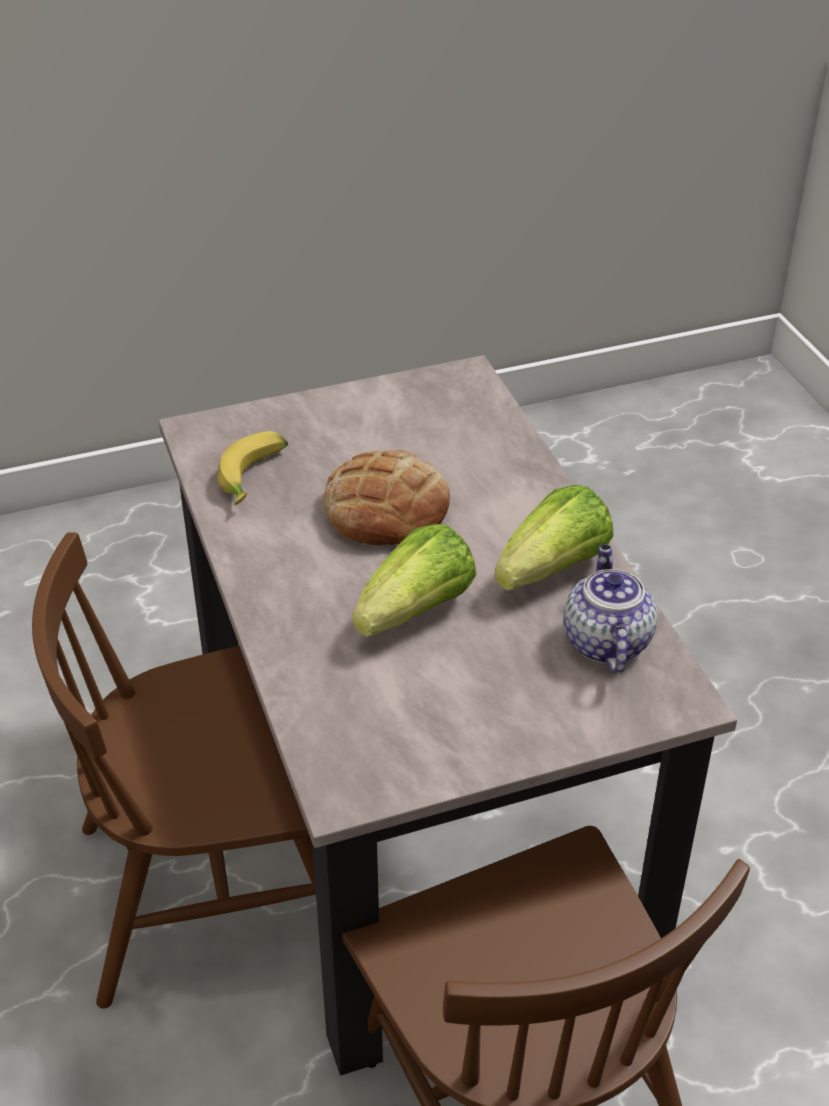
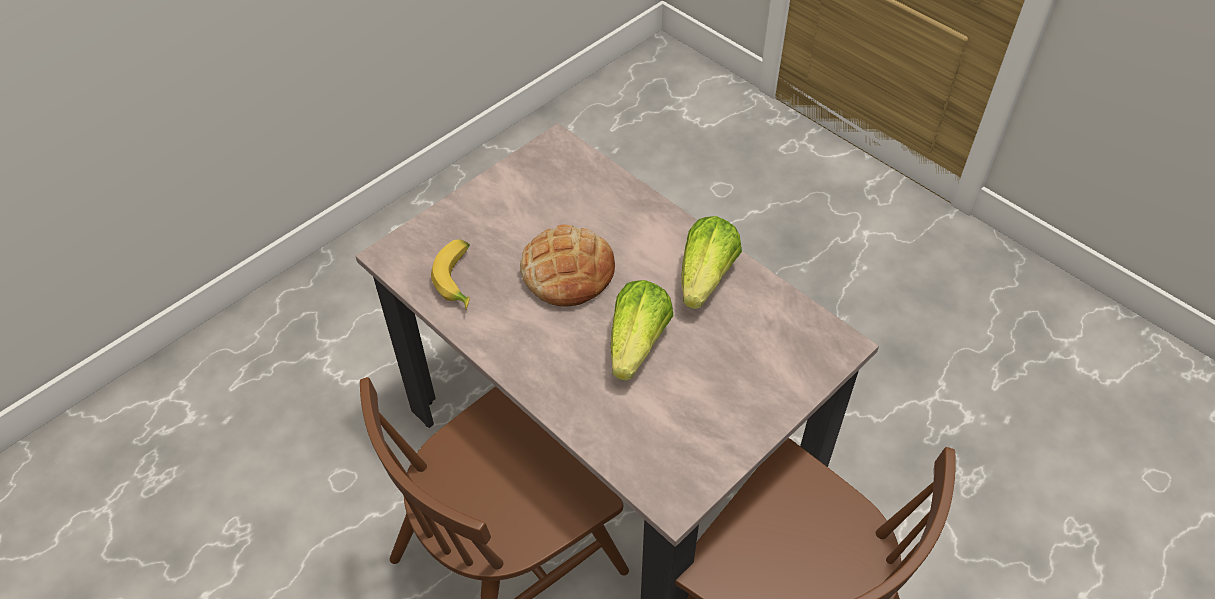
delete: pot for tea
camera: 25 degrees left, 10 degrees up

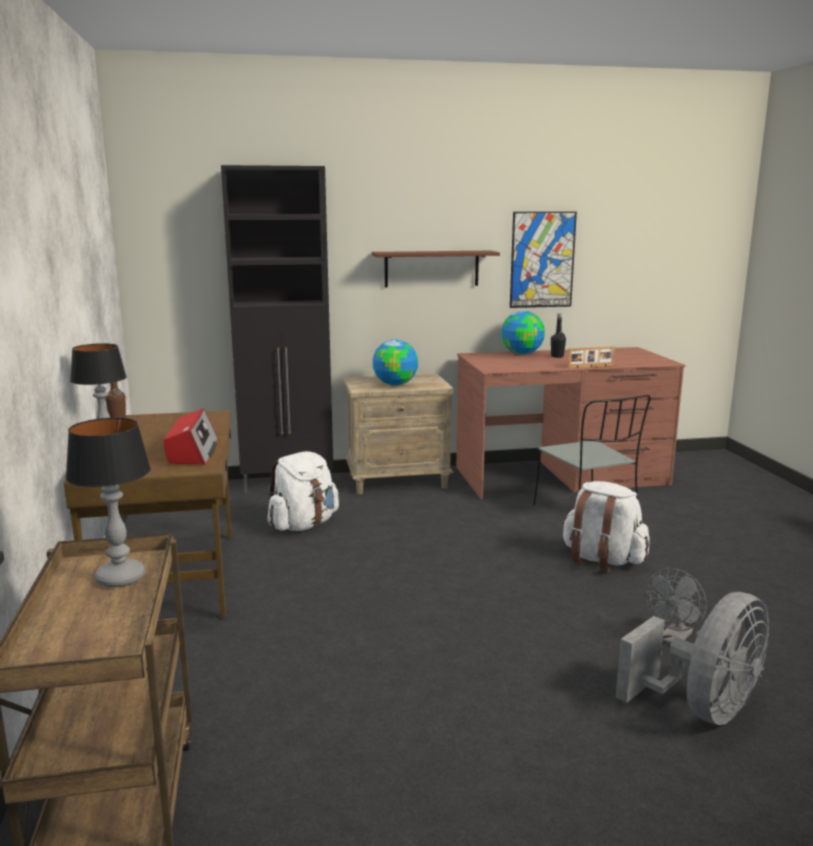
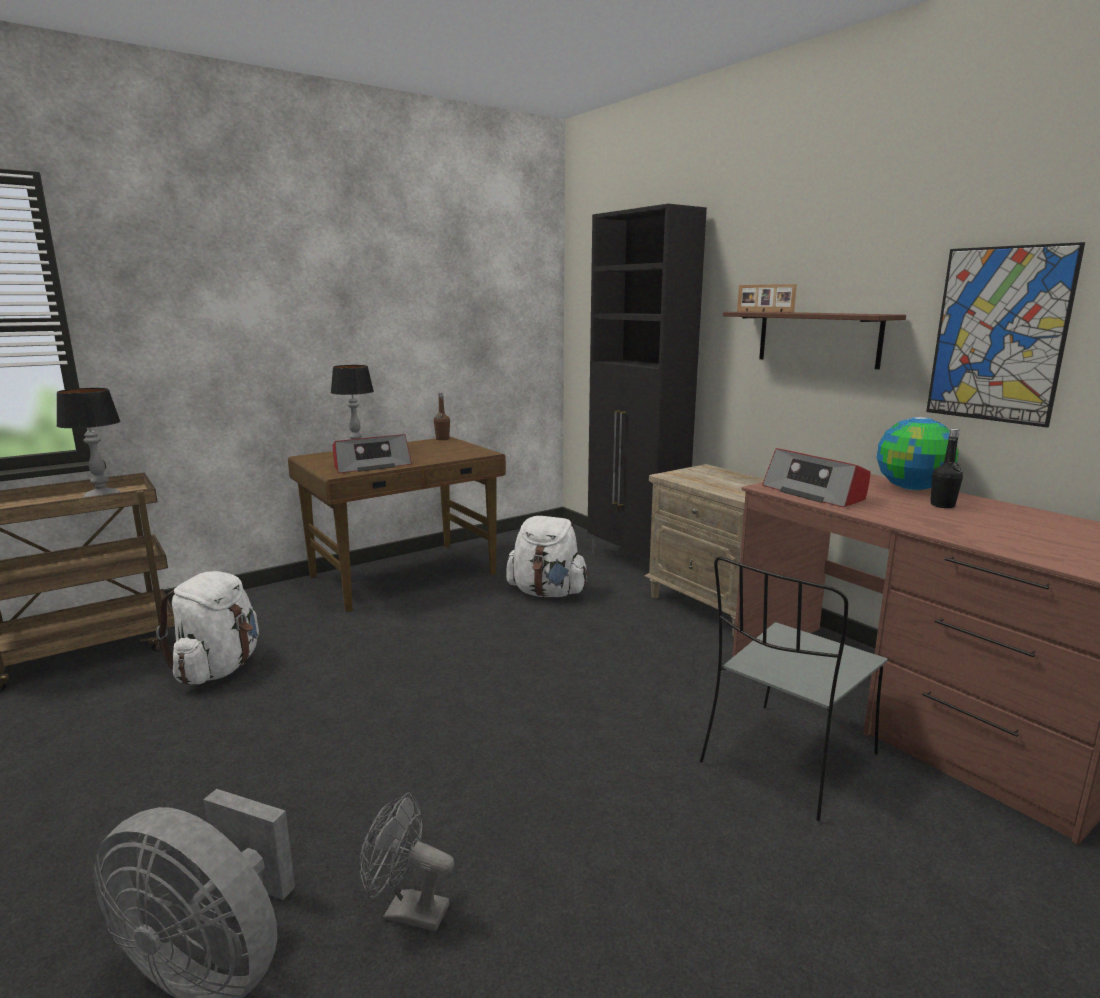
delete: desk globe (1st from left)
insert: radio receiver (2nd from left)
move: knapsack in whitish (2nd from left in the first image) to knapsack in whitish (1st from left); photo frame
camera: 65 degrees right, 0 degrees up

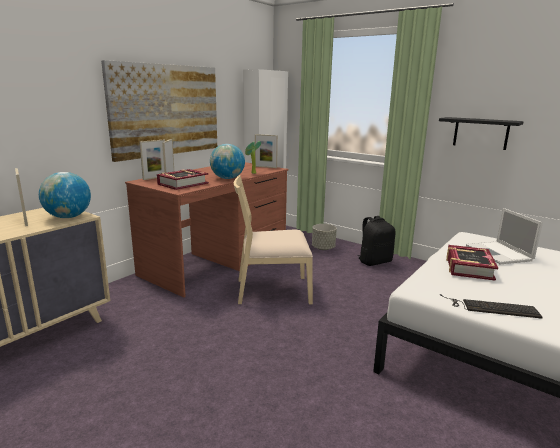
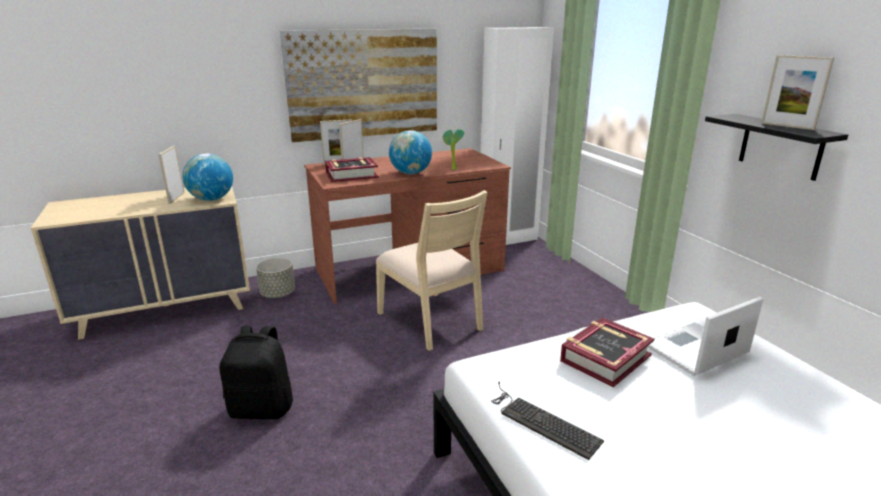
move: photo frame (4th from left); plant pot in grey; knapsack in black
rotate: chair in beige-coloured 150 degrees counterclockwise; notebook computer 45 degrees clockwise
camera: 30 degrees right, 5 degrees up

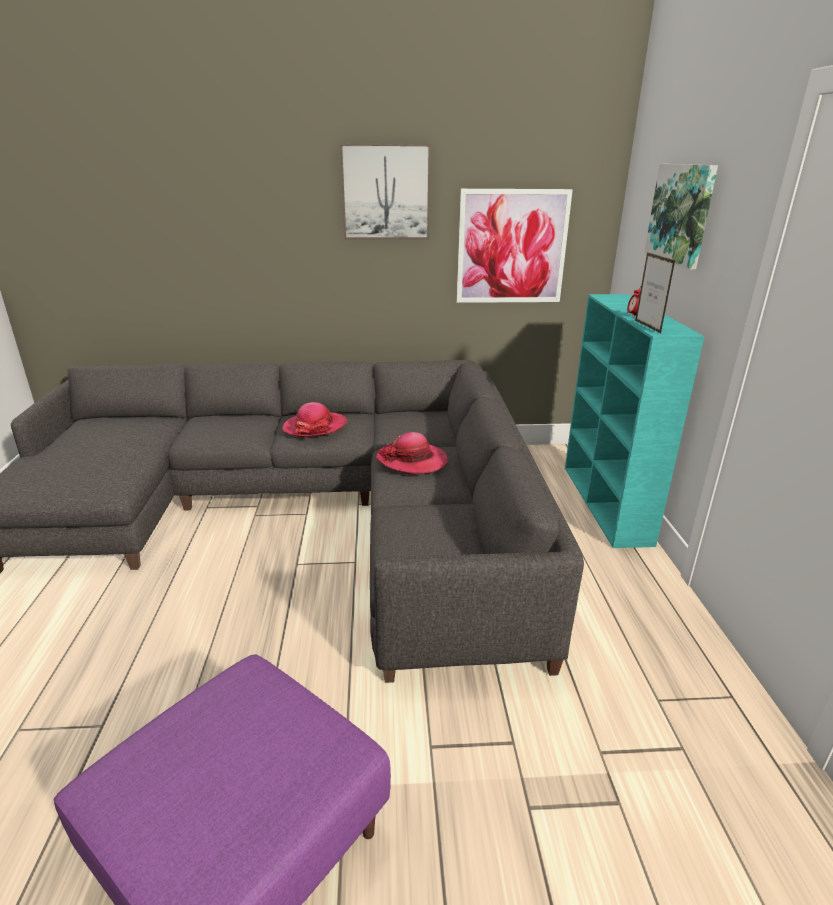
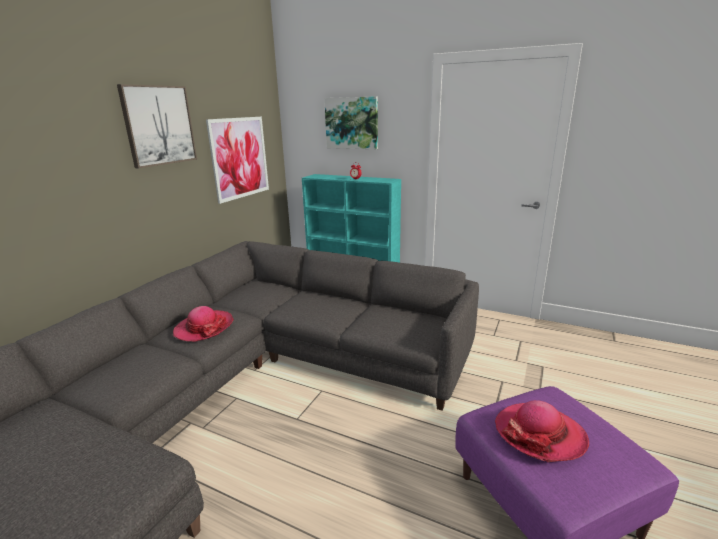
delete: photo frame
move: hat (2nd from left)
camera: 60 degrees left, 5 degrees down

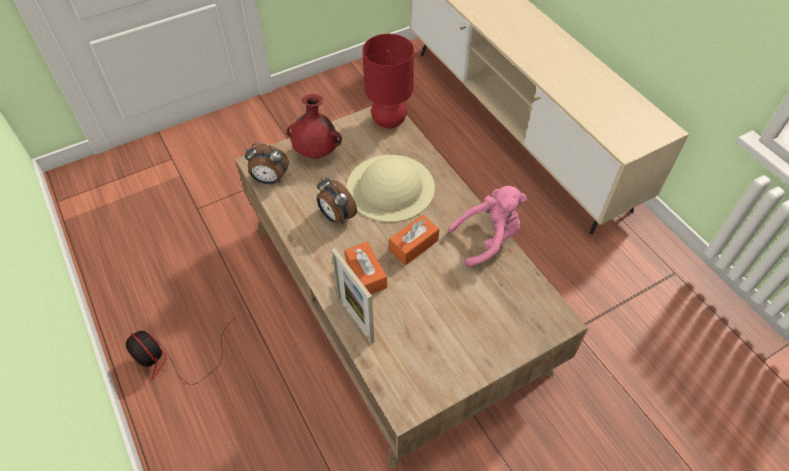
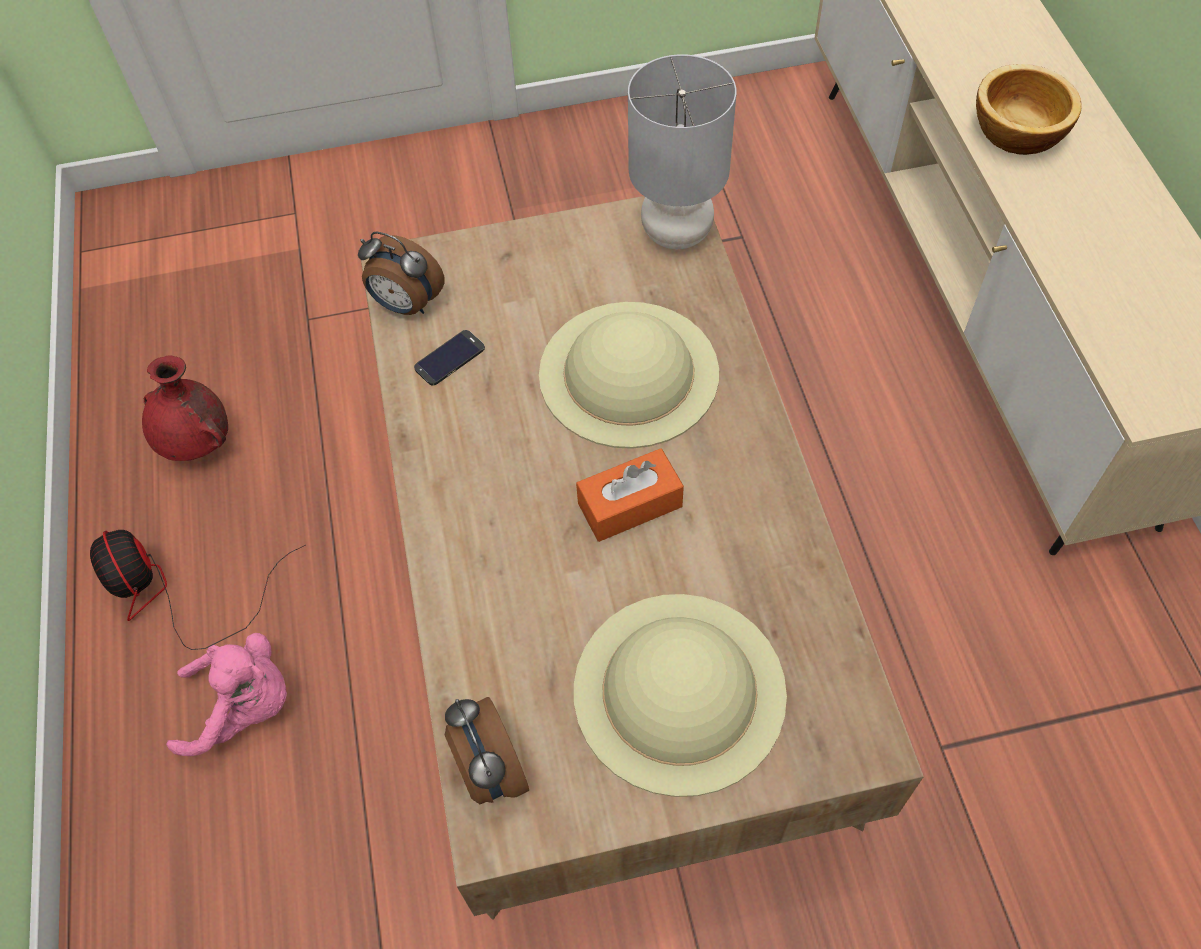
delete: photo frame; tissue box in orange-coloured (1st from left)
insert: handset; hat in beige-coloured (2nd from left); deep dish
move: vase in red; alarm clock (2nd from left); soft toy in pink-coloured
recolor: table lamp in red to table lamp in grey
camera: 20 degrees right, 5 degrees up

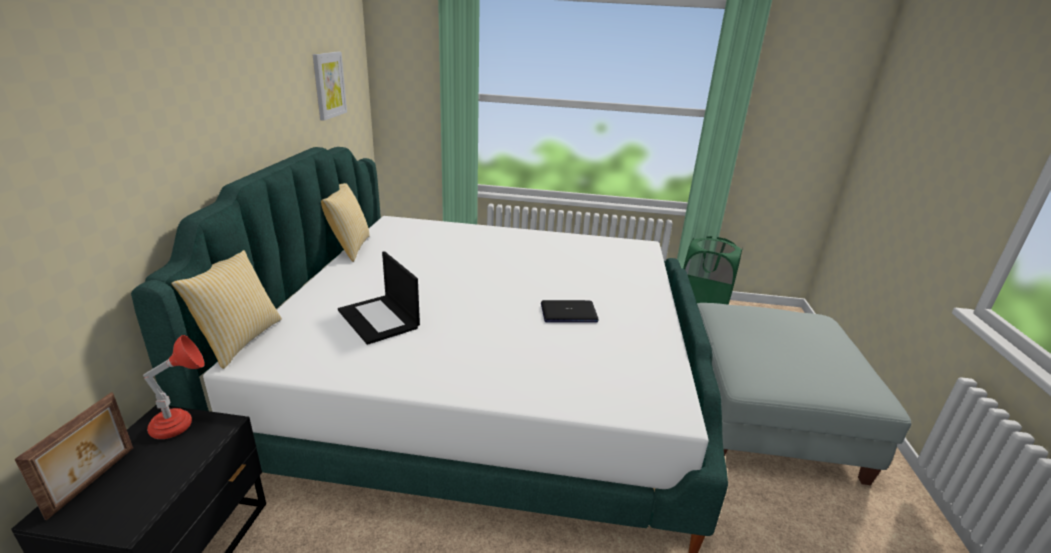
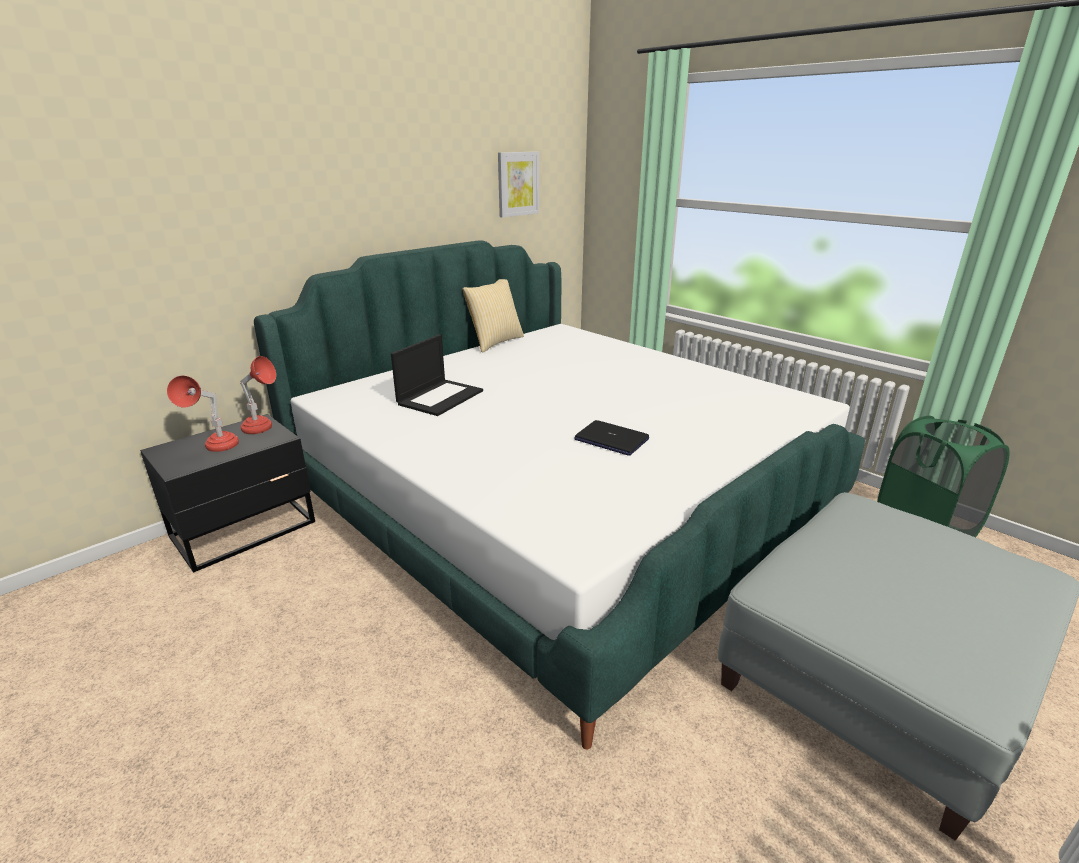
delete: photo frame; pillow (1st from left)
insert: table lamp in red (1st from left)
rotate: notebook computer (1st from left) 150 degrees counterclockwise
camera: 40 degrees right, 0 degrees up

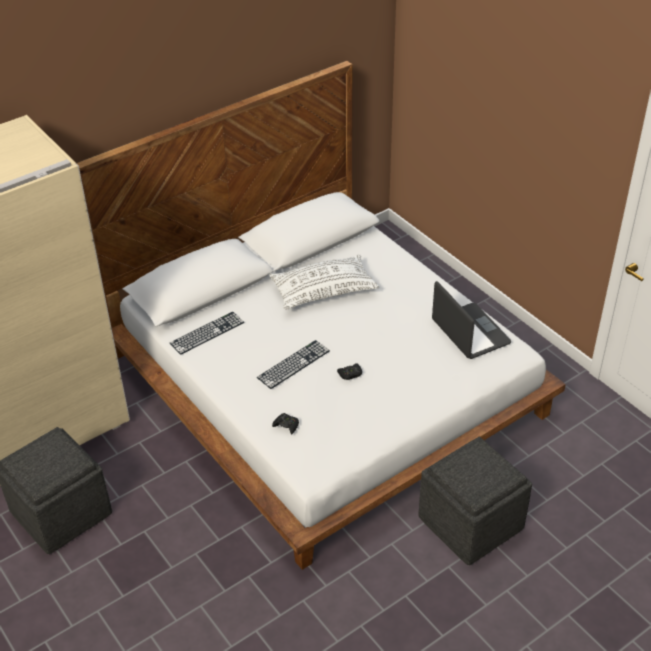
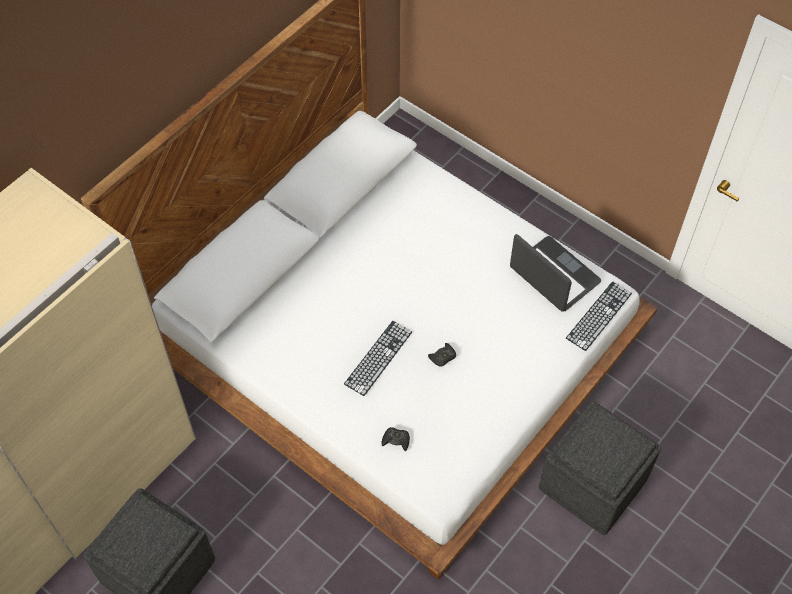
delete: pillow in whitish
move: PC keyboard (1st from left in the first image) to PC keyboard (2nd from left)
camera: 15 degrees left, 15 degrees up

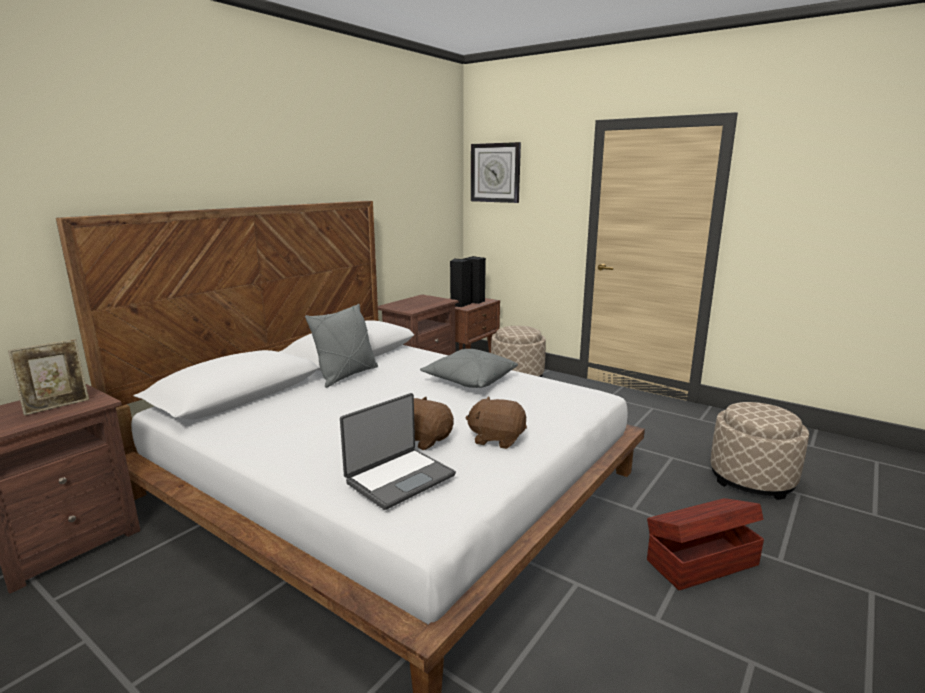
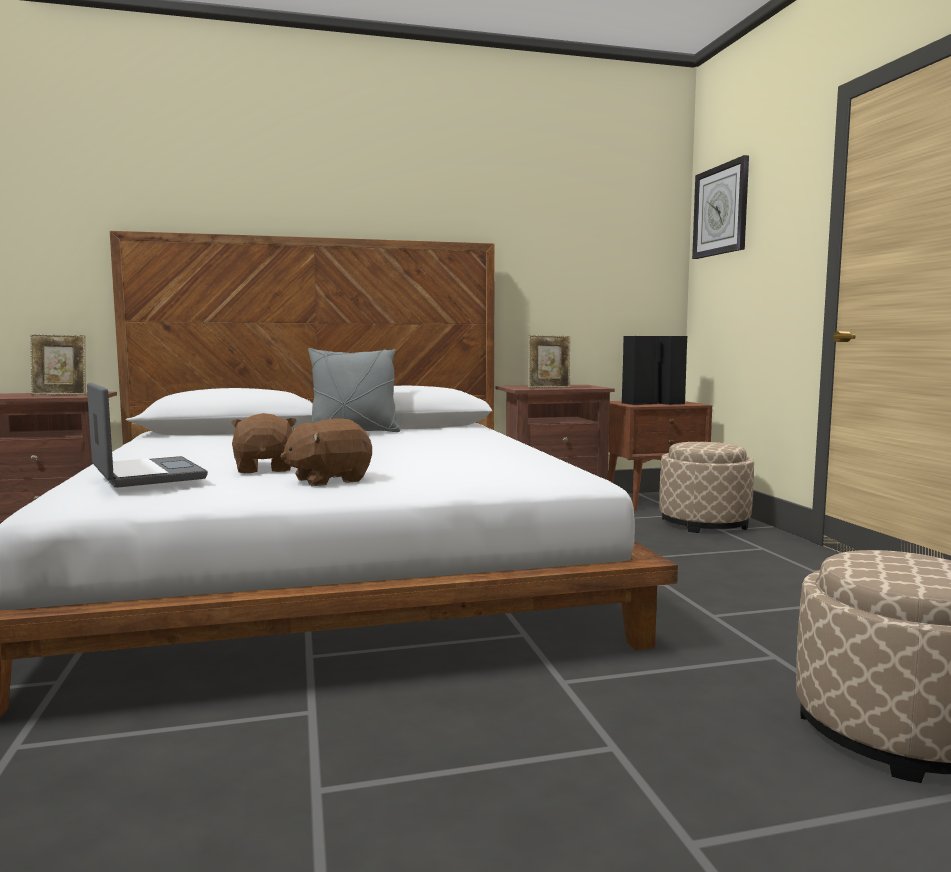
delete: pillow in grey (2nd from left); storage box in brownish
insert: photo frame (2nd from left)
rotate: notebook computer 120 degrees counterclockwise; soft toy in brownish (2nd from left) 90 degrees counterclockwise
camera: 40 degrees right, 10 degrees down

